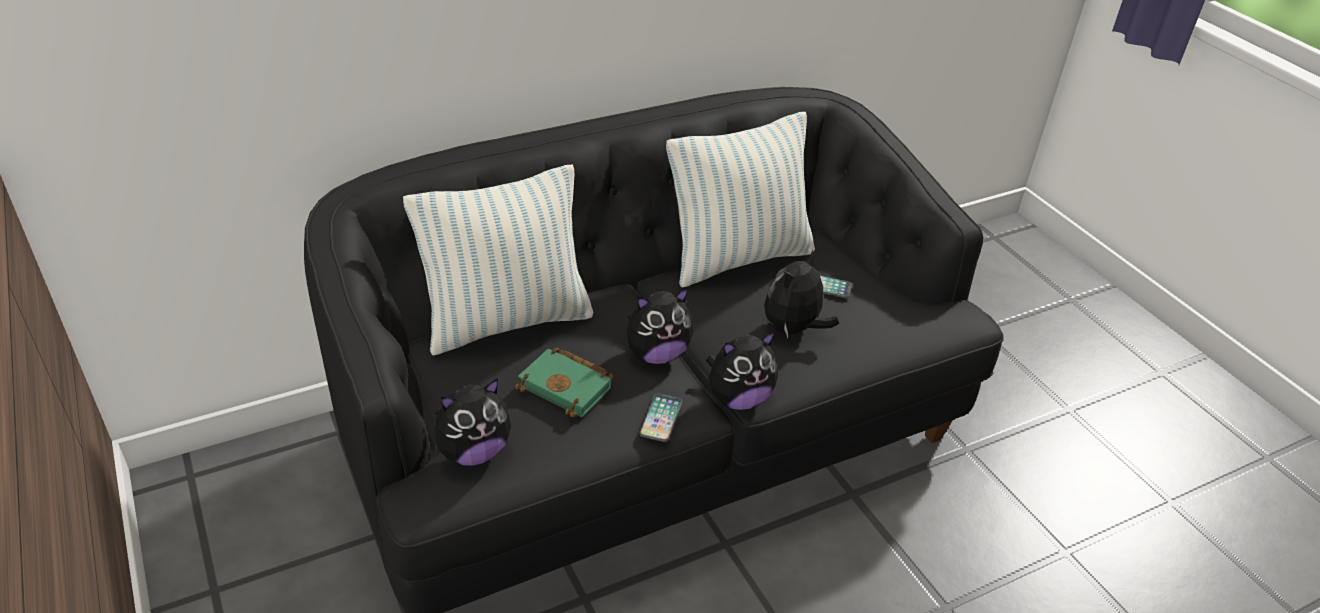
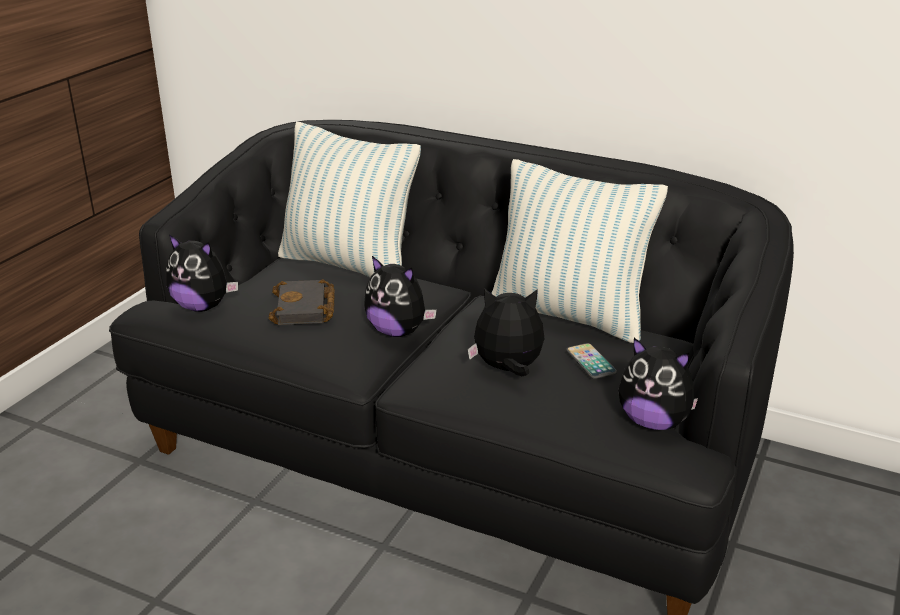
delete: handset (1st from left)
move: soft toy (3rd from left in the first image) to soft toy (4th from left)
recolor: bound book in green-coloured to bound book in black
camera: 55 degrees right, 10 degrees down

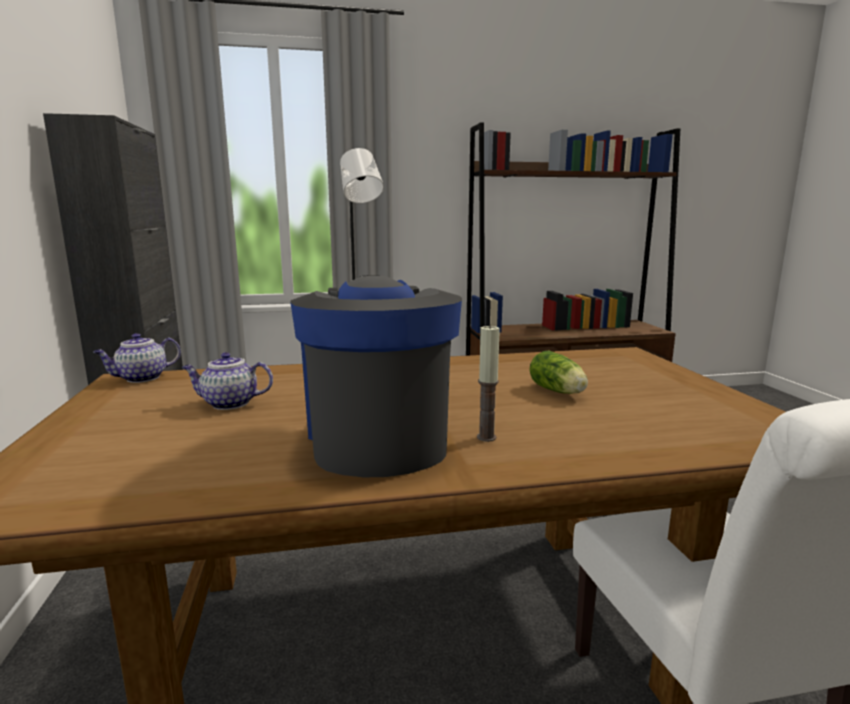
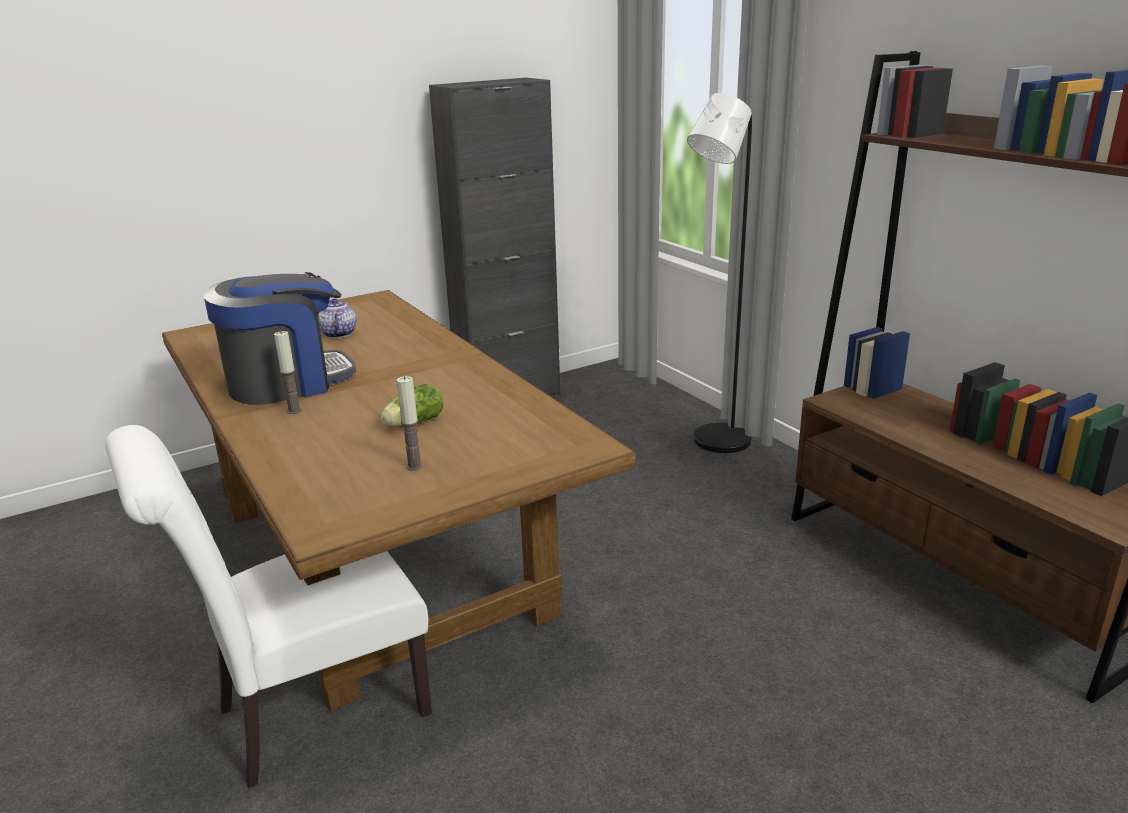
delete: pot for tea (1st from left)
insert: wax light (2nd from left)
camera: 70 degrees right, 10 degrees up

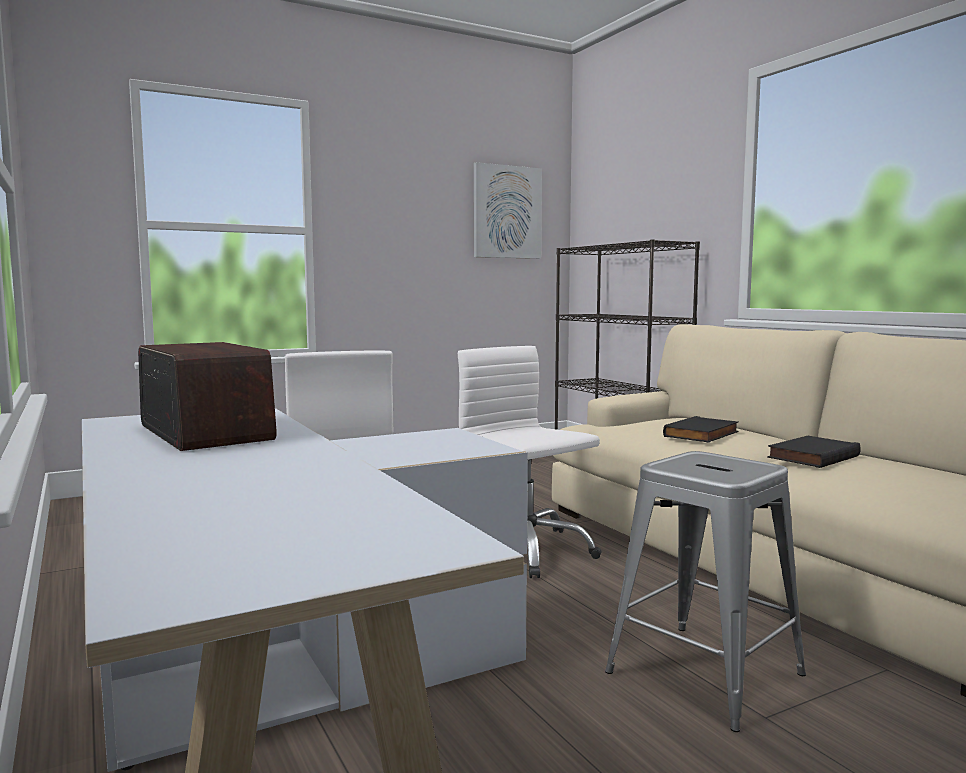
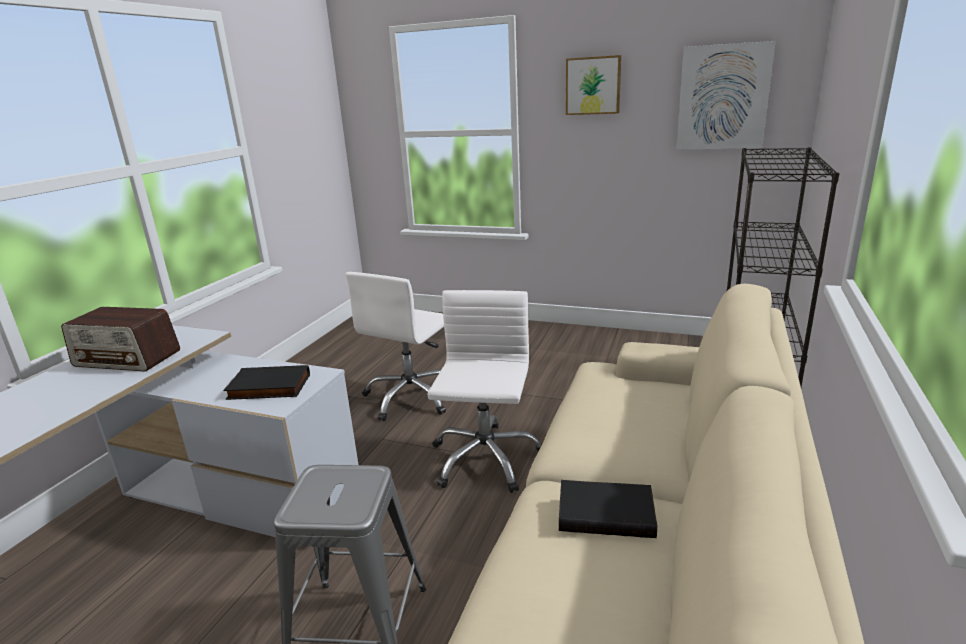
insert: picture (1st from left)
move: bound book in black (1st from left)
rotate: radio receiver 90 degrees clockwise
camera: 50 degrees right, 15 degrees up

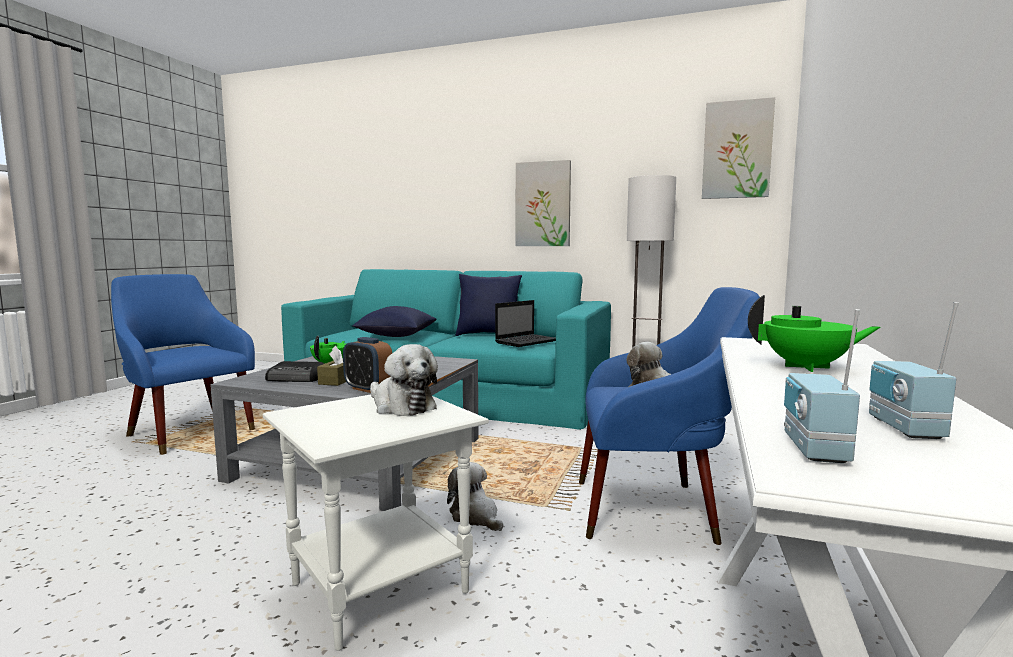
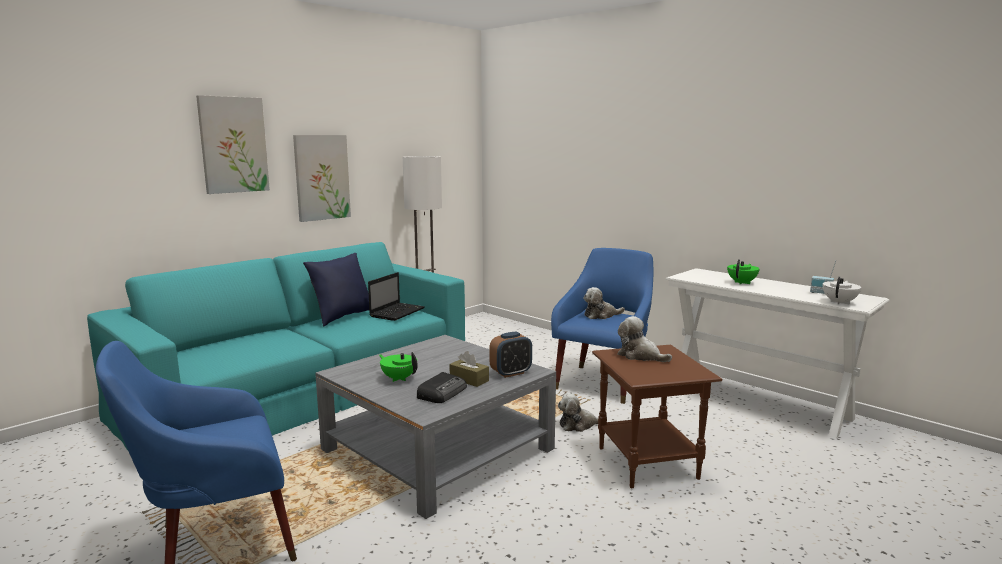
delete: pillow in blue (1st from left)
move: picture (2nd from left in the first image) to picture (1st from left)
replace: radio receiver (2nd from left) to pot for tea in whitish
recolor: end table in whitish to end table in brownish
rotate: soft toy (1st from left in the first image) 120 degrees counterclockwise; notebook computer 45 degrees clockwise
camera: 65 degrees left, 5 degrees up

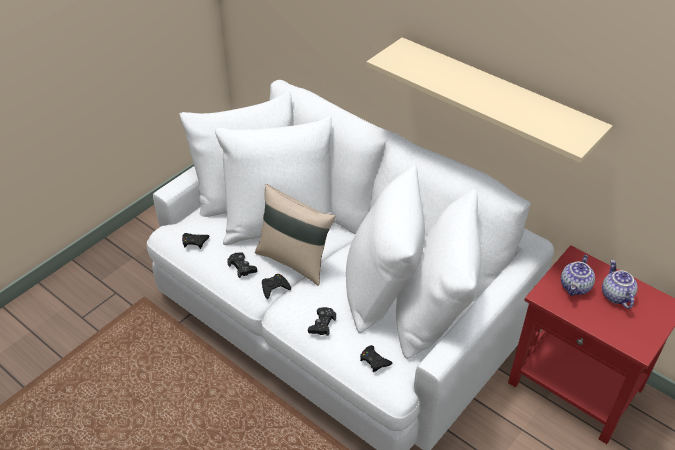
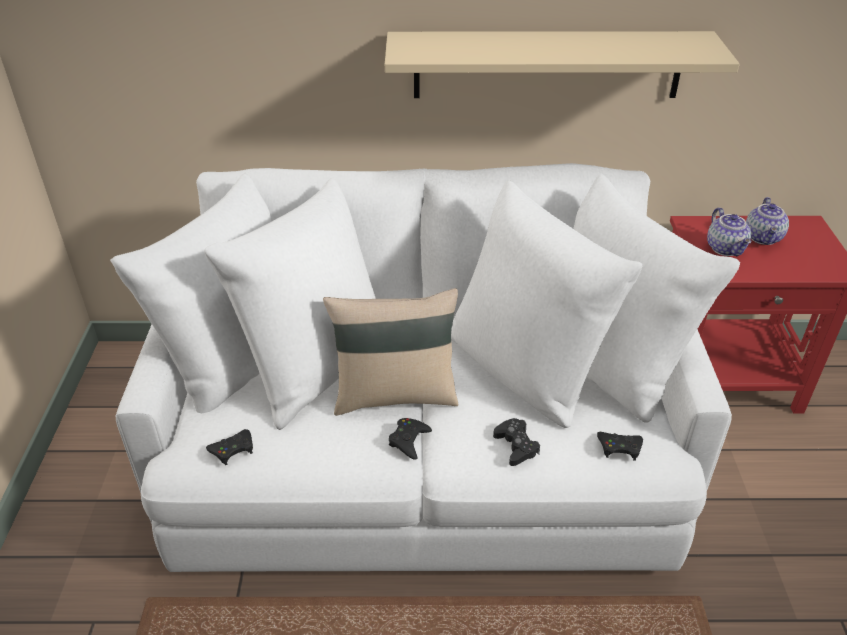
delete: joypad in black (2nd from left)
rotate: pot for tea (2nd from left) 120 degrees counterclockwise
camera: 40 degrees left, 5 degrees down

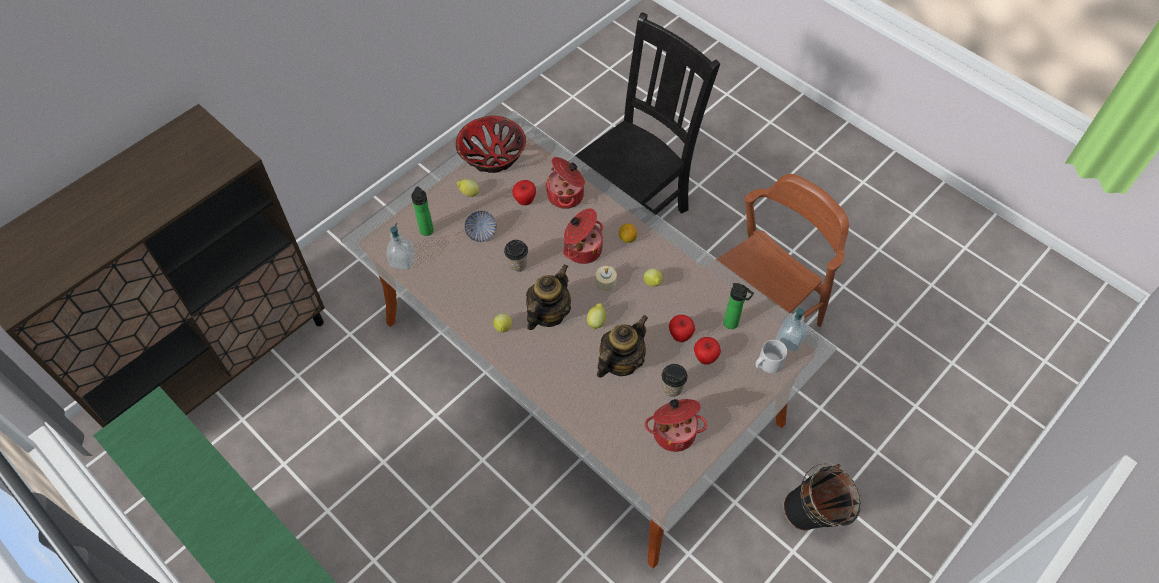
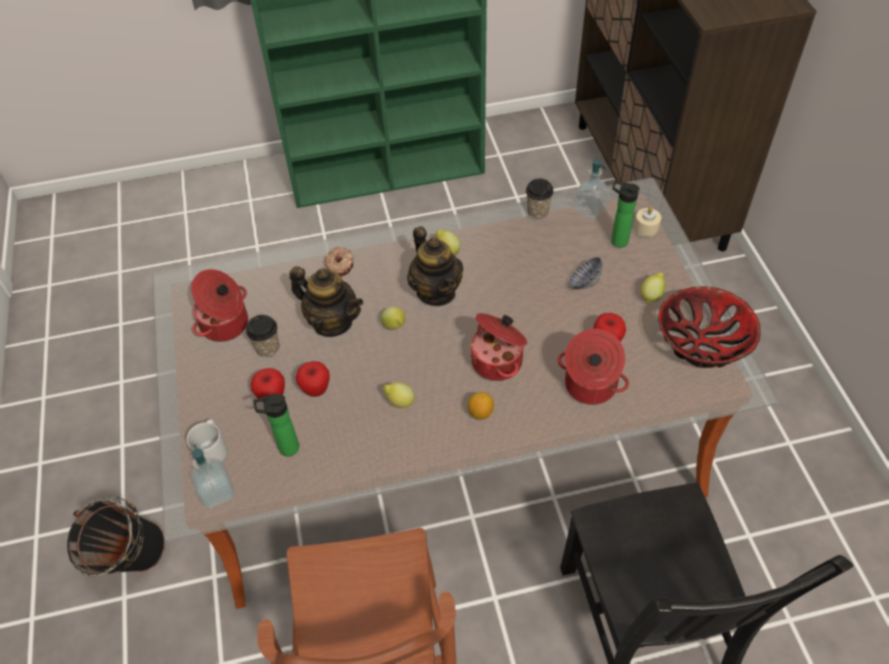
insert: donut
move: drinking cup (1st from left in the first image) to drinking cup (2nd from left); wax light in beige-coloured
rotate: pot for tea (2nd from left in the first image) 45 degrees counterclockwise
camera: 125 degrees right, 5 degrees down

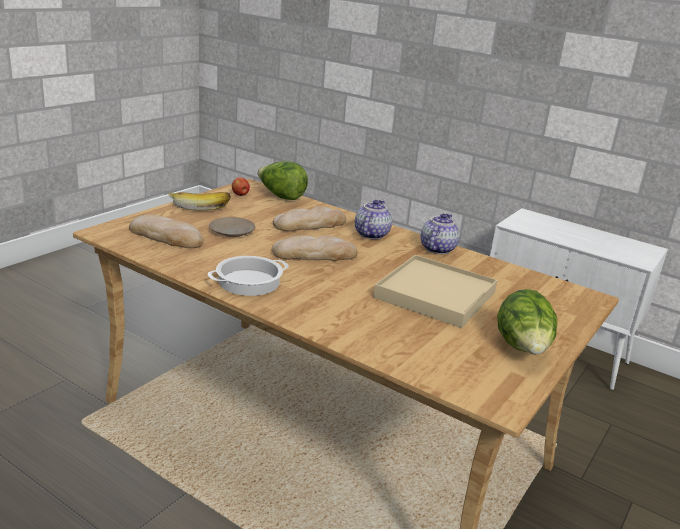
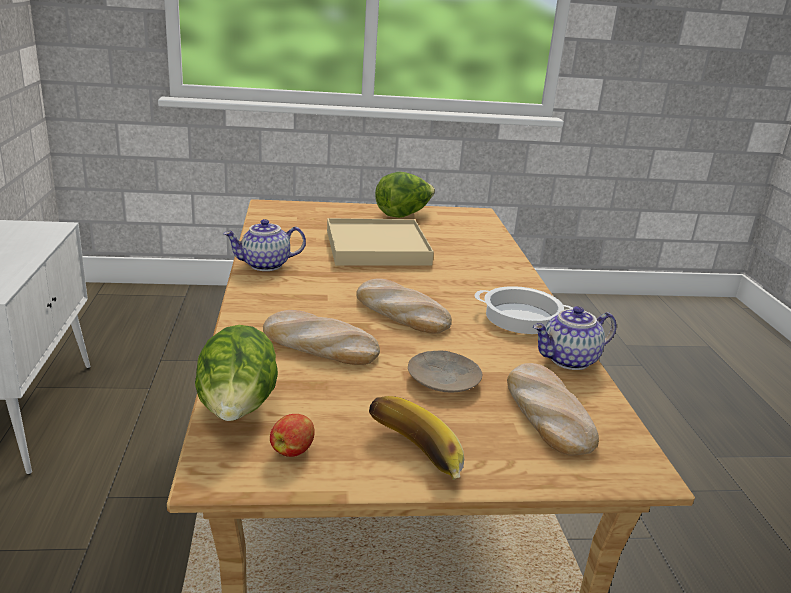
move: pot for tea (1st from left in the first image) to pot for tea (2nd from left)
camera: 130 degrees left, 0 degrees up

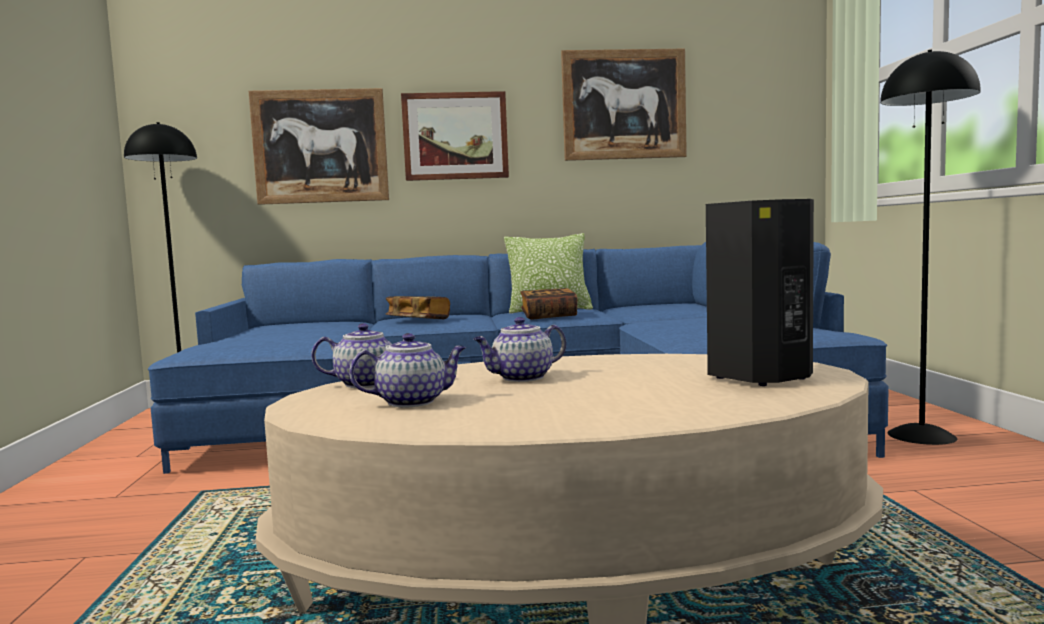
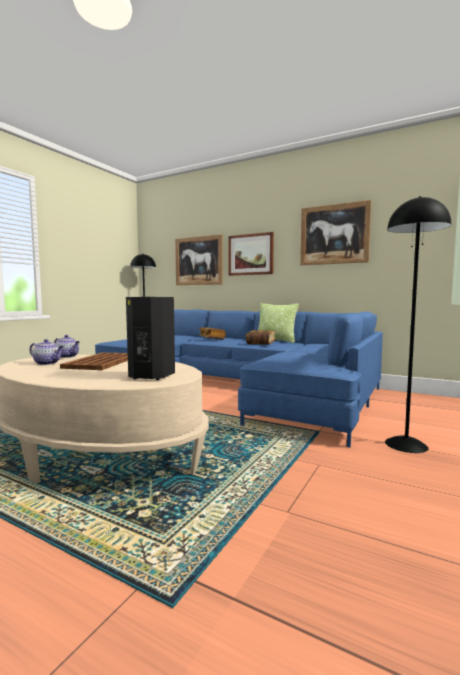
replace: pot for tea (3rd from left) to serving tray in brownish
camera: 35 degrees right, 0 degrees up

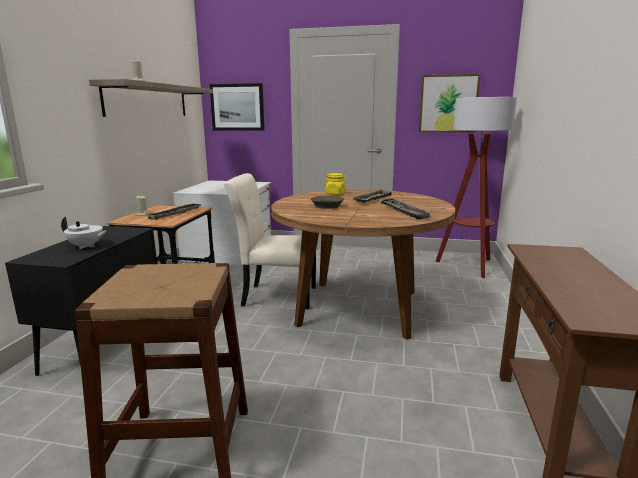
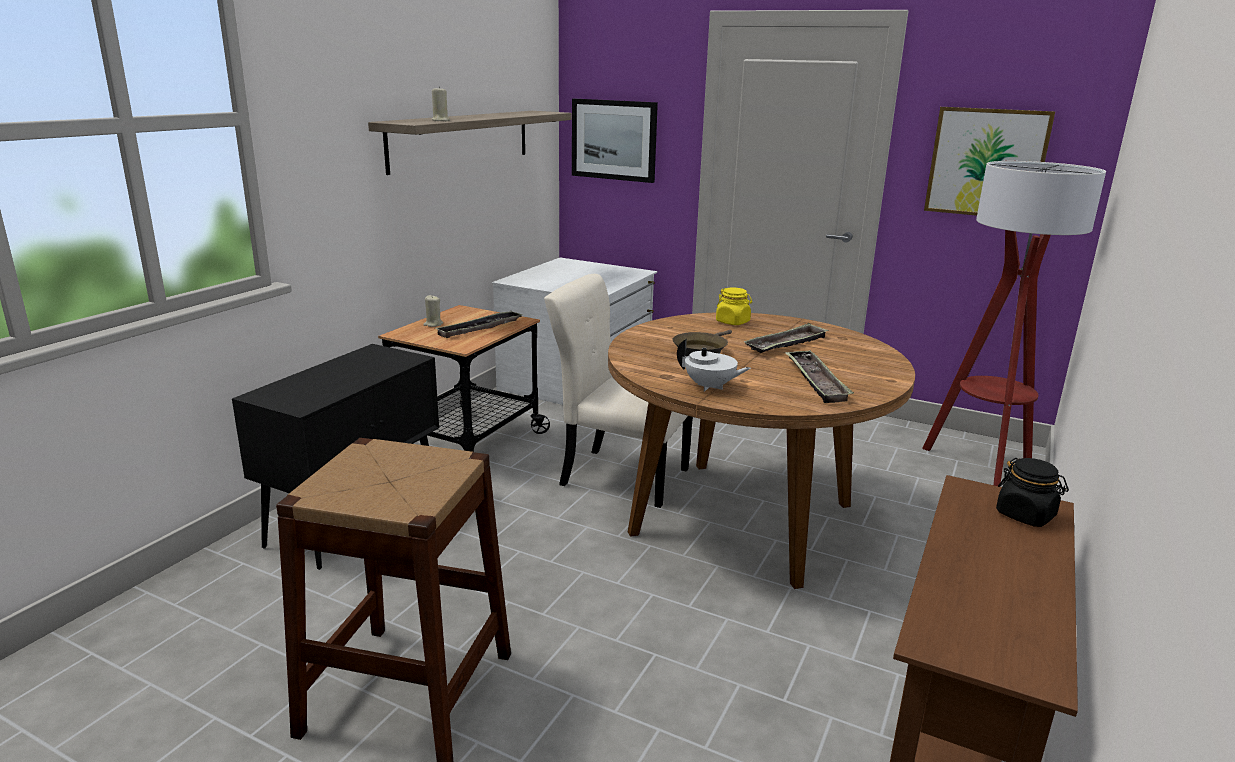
insert: jar in black
move: pot for tea in whitish
camera: 15 degrees right, 5 degrees up

